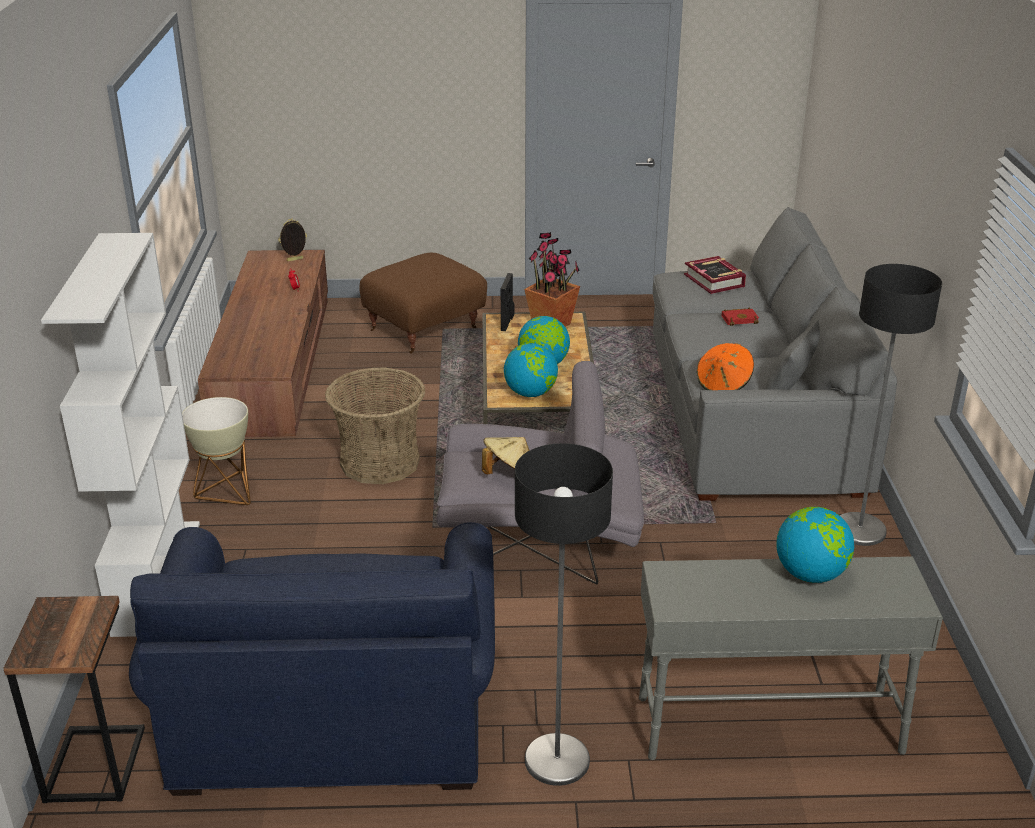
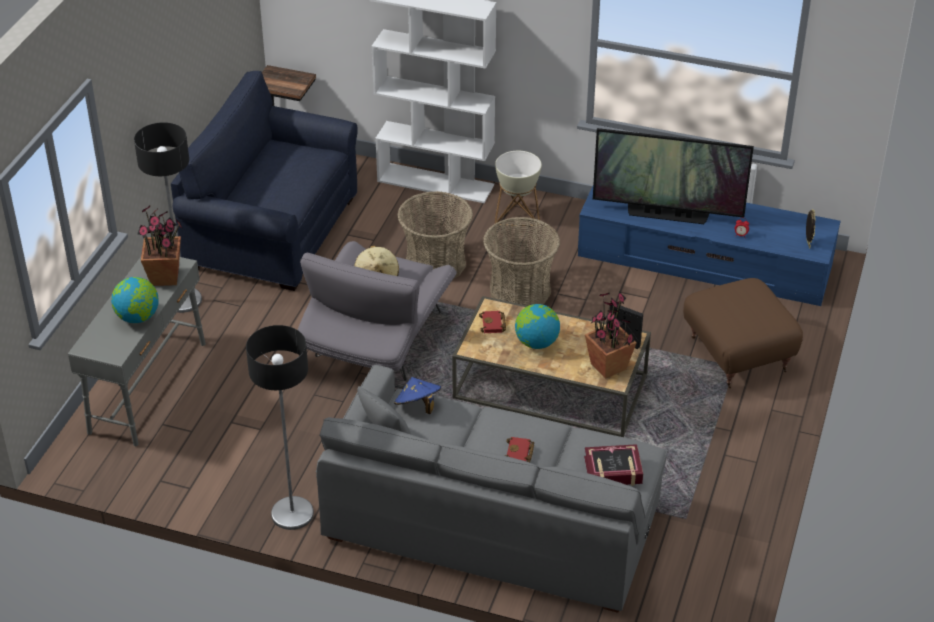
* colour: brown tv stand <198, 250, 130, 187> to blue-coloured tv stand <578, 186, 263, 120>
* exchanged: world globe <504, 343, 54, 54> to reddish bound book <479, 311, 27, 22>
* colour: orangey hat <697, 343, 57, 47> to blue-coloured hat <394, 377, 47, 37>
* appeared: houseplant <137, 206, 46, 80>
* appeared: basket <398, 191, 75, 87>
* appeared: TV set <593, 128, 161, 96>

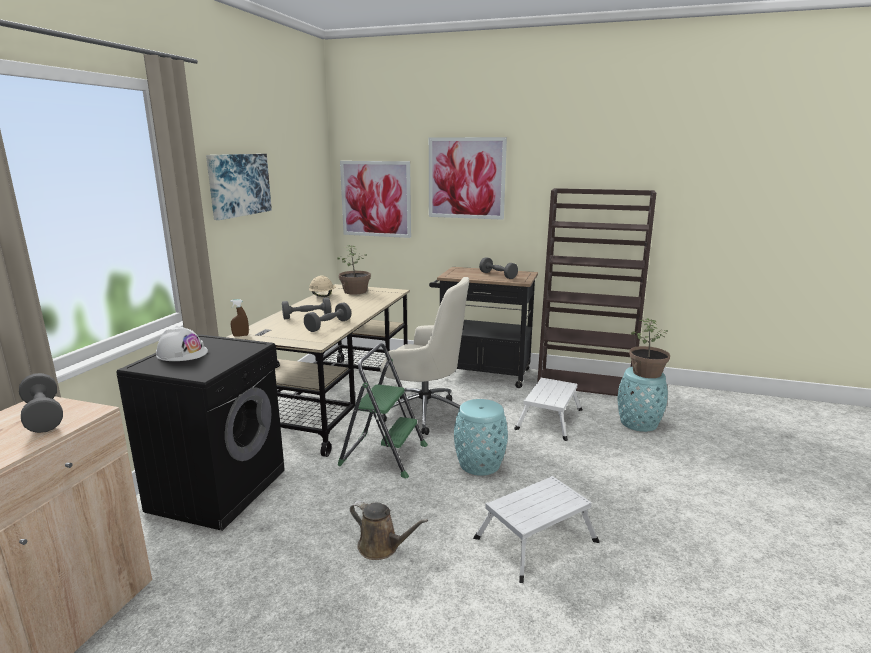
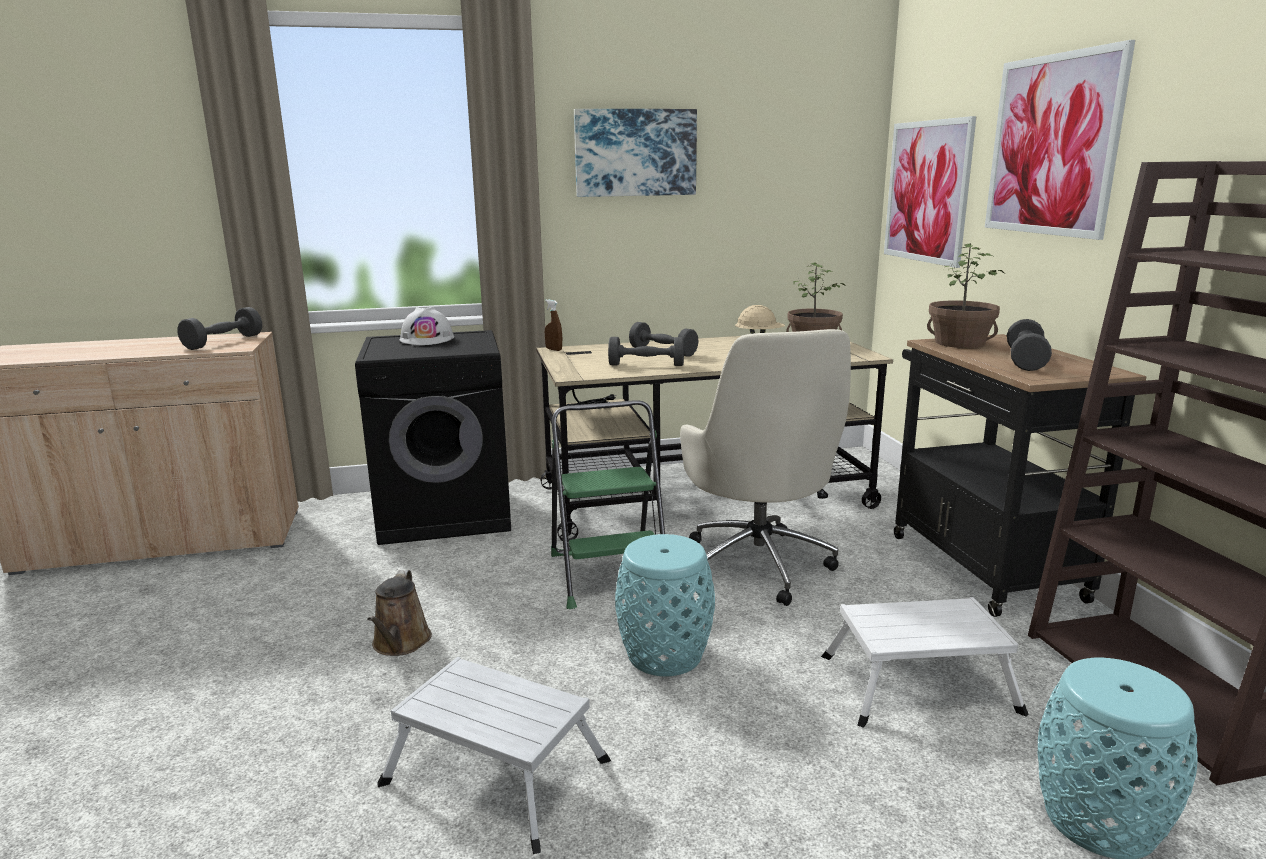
* relocated: houseplant <629, 318, 41, 60> to <927, 243, 77, 105>

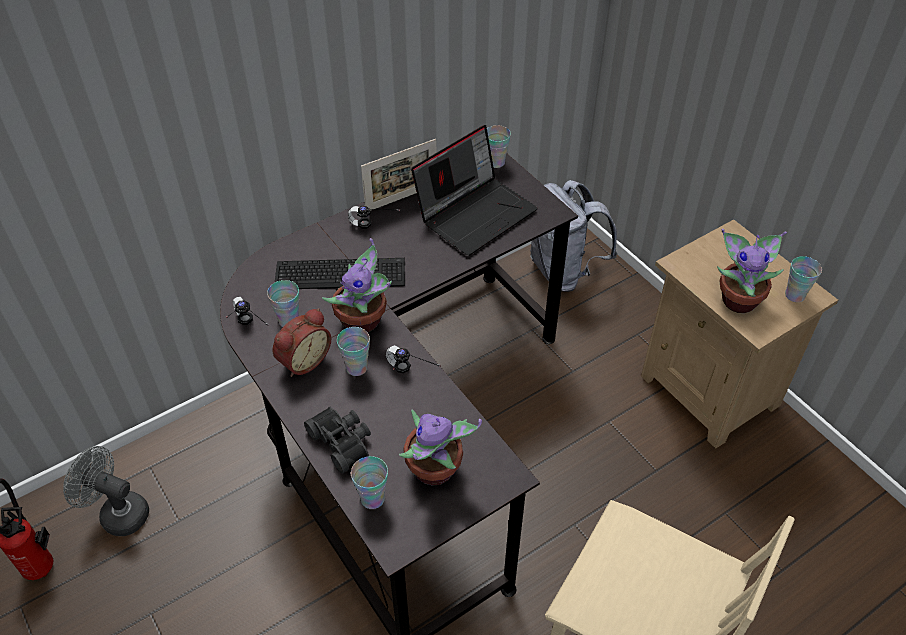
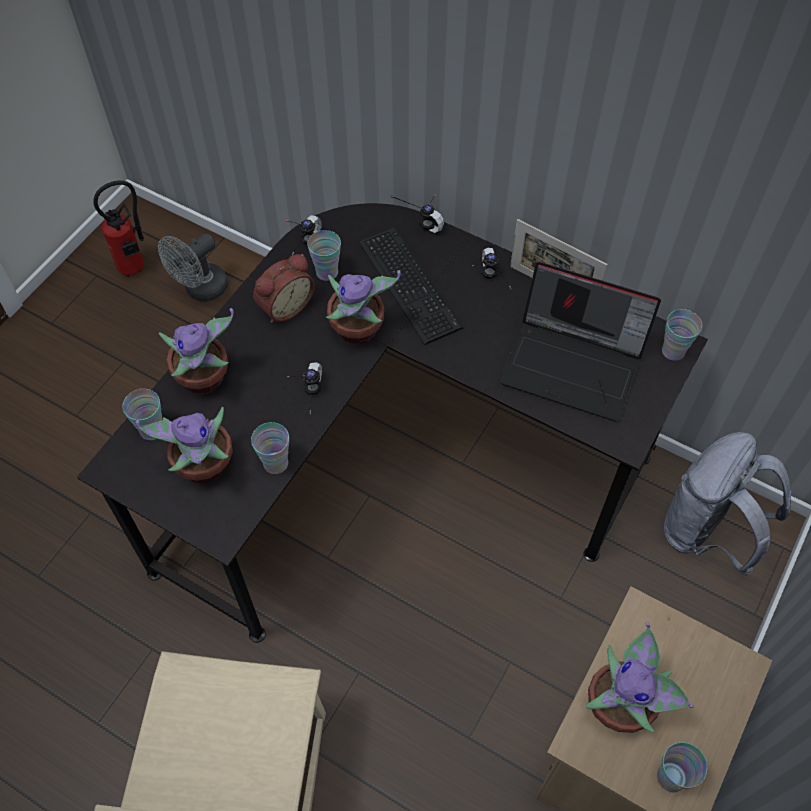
* spun: greyish electric fan <63, 446, 86, 90> = <158, 233, 70, 69> 135 degrees counterclockwise
* spun: table clock <273, 308, 58, 69> = <253, 254, 62, 69> 60 degrees counterclockwise
* exchanged: blackish binoculars <304, 407, 67, 66> to houseplant <159, 308, 75, 86>
* relocated: small cup <337, 327, 33, 49> to <251, 422, 38, 52>
* appeared: headphones <390, 194, 54, 39>

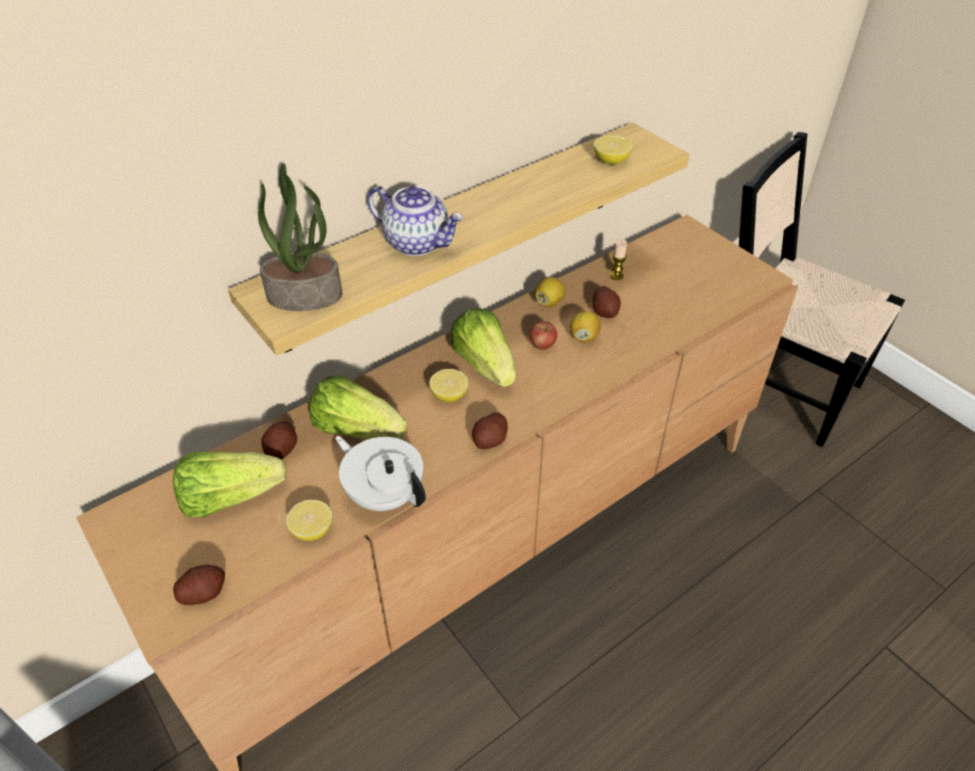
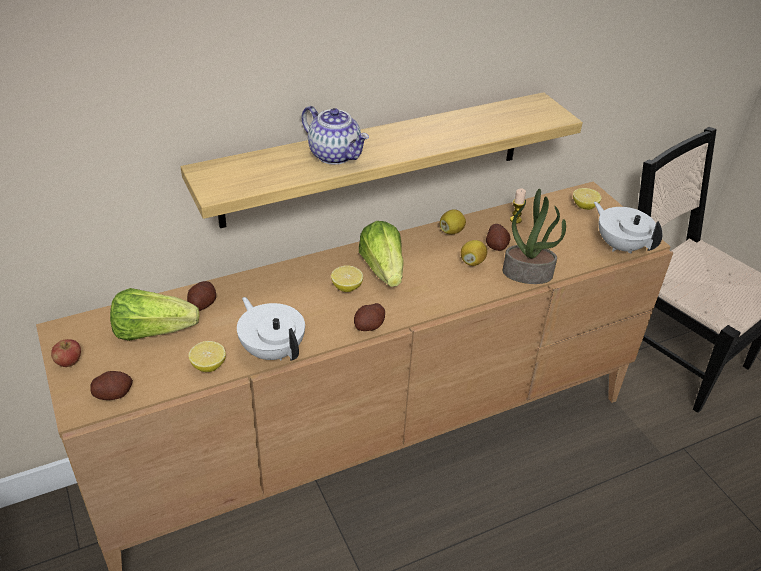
* relocated: houseplant <258, 163, 84, 148> to <502, 189, 64, 95>
* missing: lettuce head <309, 375, 98, 64>
* relocated: apple <530, 322, 27, 28> to <51, 339, 30, 28>
* relocated: whole lemon <594, 135, 38, 30> to <573, 188, 29, 22>
* appeared: whitish teapot <594, 202, 68, 52>

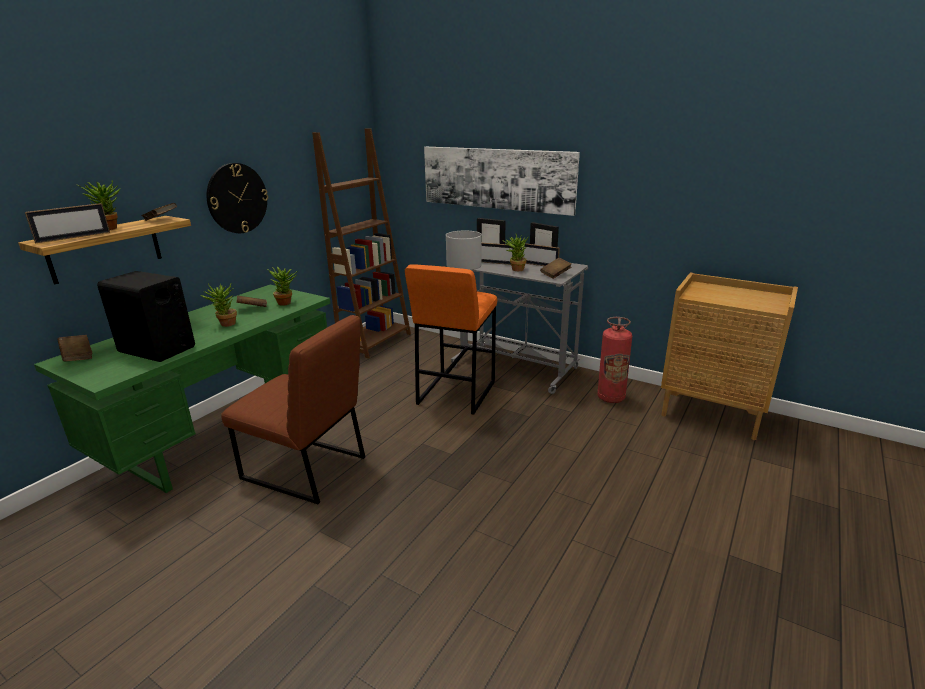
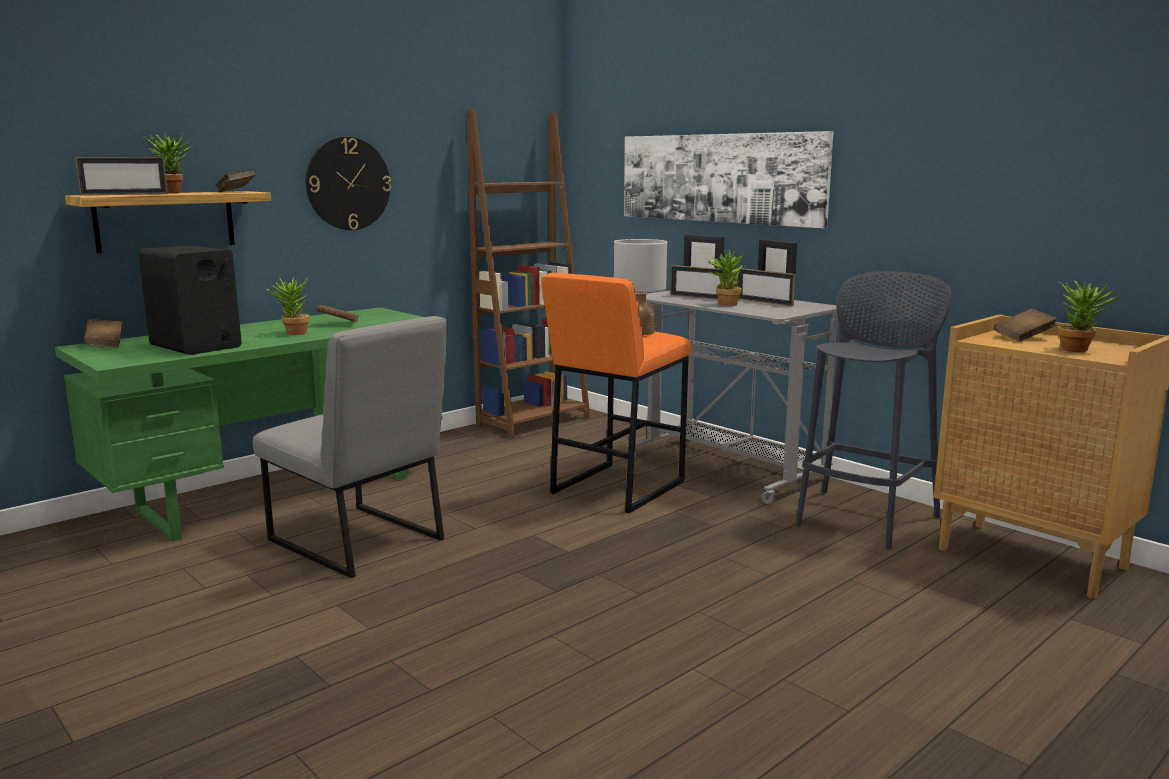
* colour: brown chair <221, 315, 144, 189> to greyish chair <253, 316, 194, 262>
* relocated: houseplant <268, 267, 31, 39> to <1058, 281, 61, 71>
* relocated: brown bound book <540, 258, 31, 21> to <994, 309, 63, 33>
* exchanged: fire-fighting cylinder <597, 317, 35, 86> to greyish stool seat <795, 271, 156, 279>

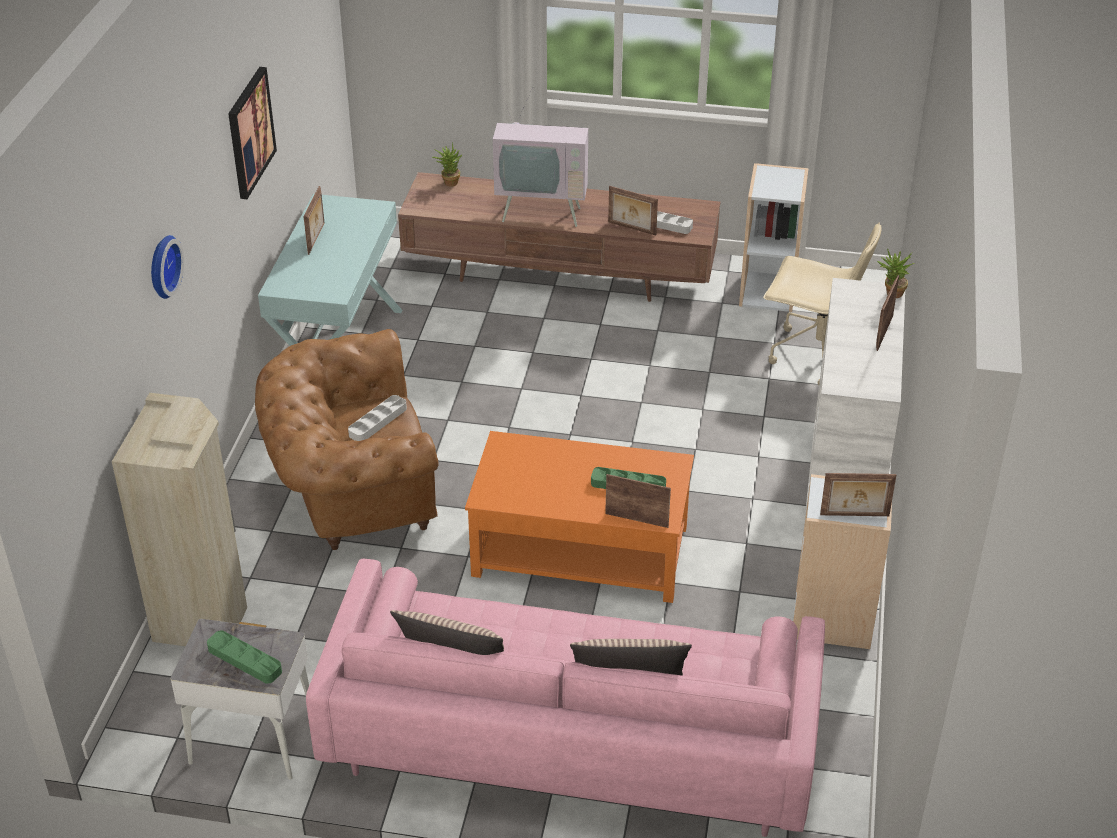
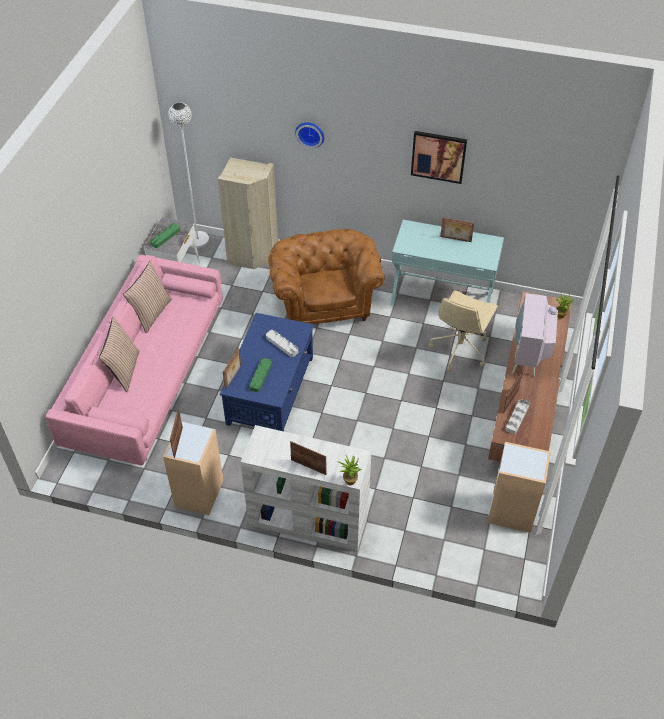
* relocated: greyish carrying tray <348, 395, 59, 46> to <266, 330, 32, 27>
* colour: orangey coffee table <465, 431, 229, 172> to blue-coloured coffee table <220, 313, 94, 118>
* relocated: beige-coloured office chair <763, 223, 118, 162> to <429, 290, 69, 81>
* appeared: whitish standing lamp <168, 102, 41, 146>

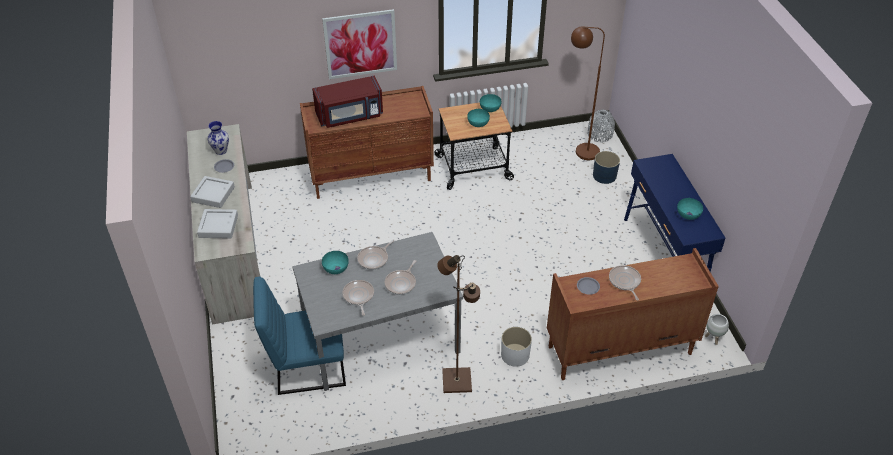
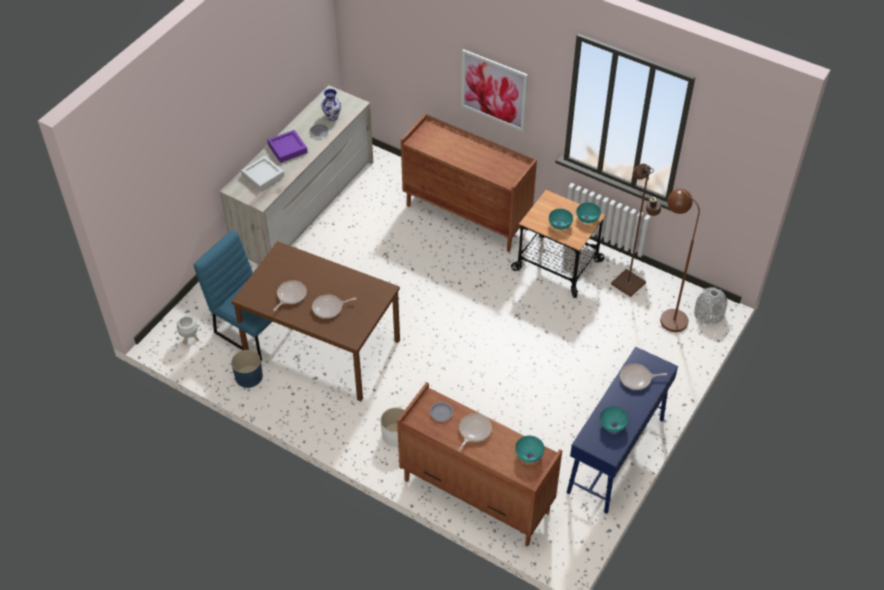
* colour: greyish carrying tray <190, 176, 45, 32> to purple carrying tray <267, 130, 41, 33>
* colour: greyish kitchen table <292, 232, 171, 159> to brown kitchen table <231, 241, 169, 160>
* missing: reddish microwave oven <312, 76, 71, 52>
* relocated: turquoise-coloured serving bowl <322, 251, 27, 23> to <515, 436, 29, 27>
* relocated: frying pan <357, 239, 38, 31> to <620, 364, 47, 26>
* relocated: brown standing lamp <437, 255, 43, 138> to <611, 164, 50, 133>
* relocated: blue-coloured planter <593, 151, 27, 33> to <231, 350, 32, 38>
* relocated: whitish planter <705, 314, 24, 31> to <177, 316, 21, 29>

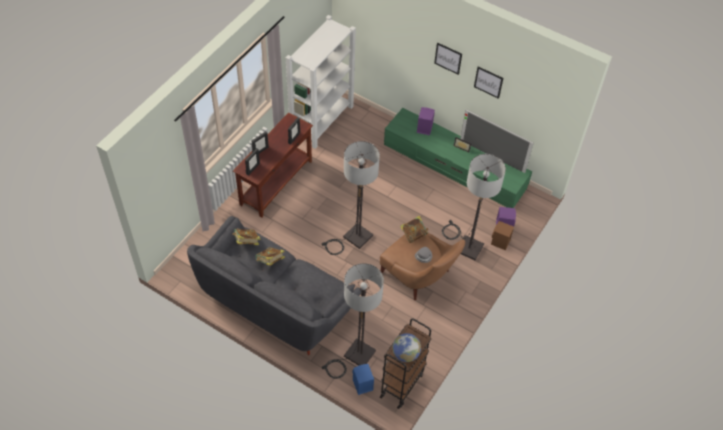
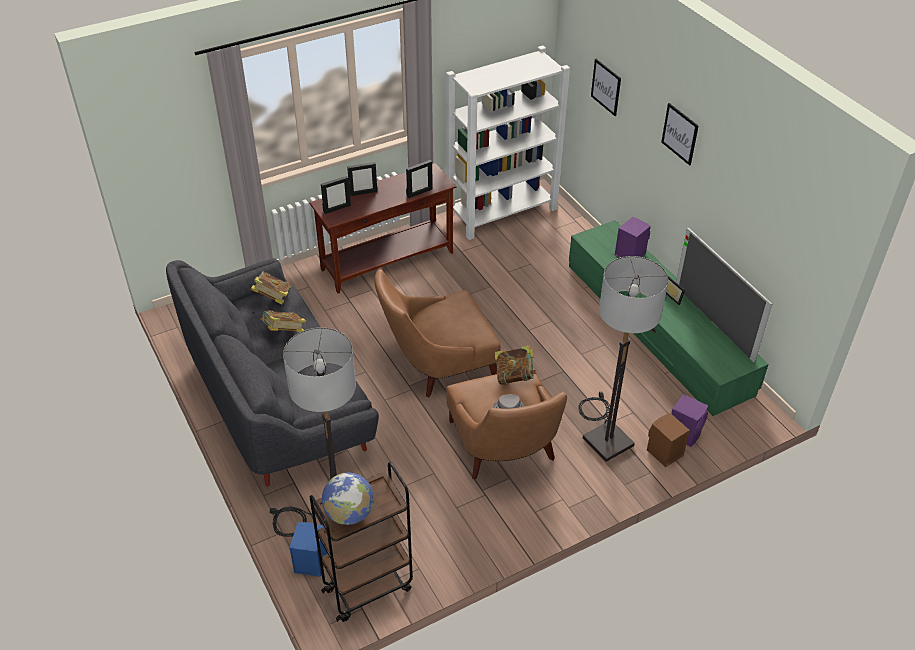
* exchanged: standing lamp <322, 141, 58, 114> to brown lounge chair <374, 269, 126, 129>
* relocated: picture <474, 67, 29, 32> to <591, 59, 30, 57>

